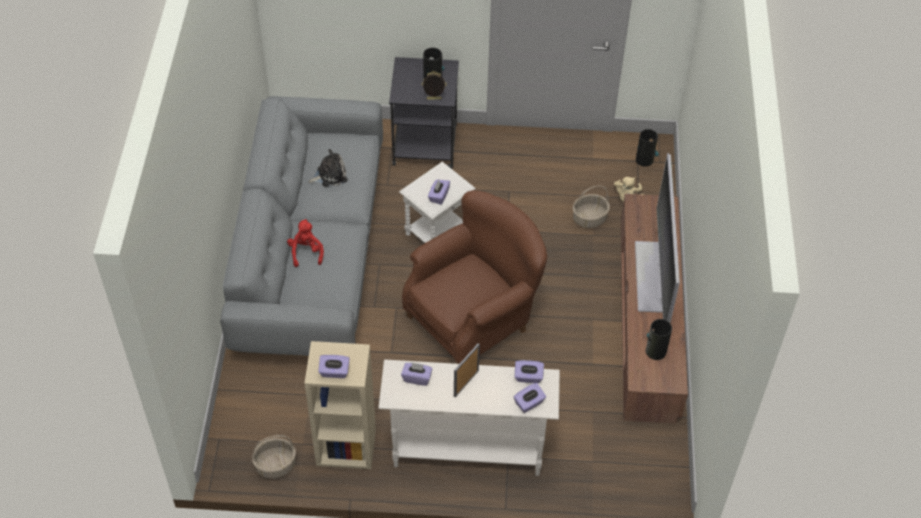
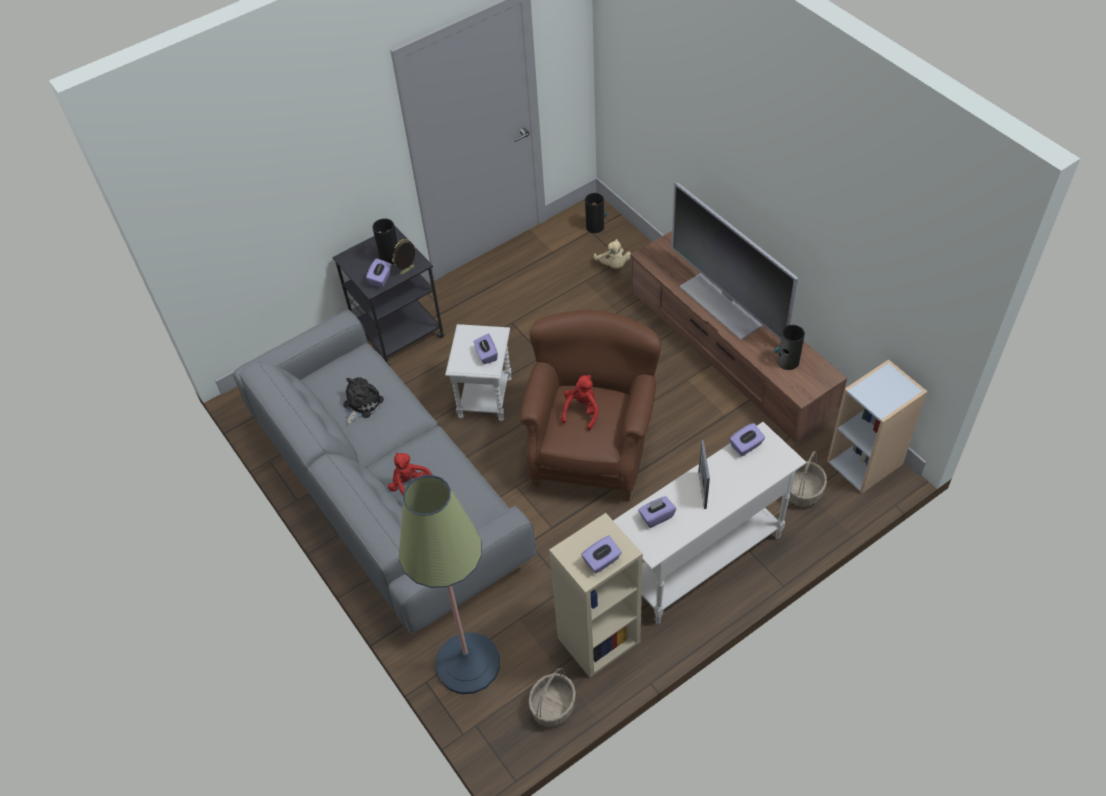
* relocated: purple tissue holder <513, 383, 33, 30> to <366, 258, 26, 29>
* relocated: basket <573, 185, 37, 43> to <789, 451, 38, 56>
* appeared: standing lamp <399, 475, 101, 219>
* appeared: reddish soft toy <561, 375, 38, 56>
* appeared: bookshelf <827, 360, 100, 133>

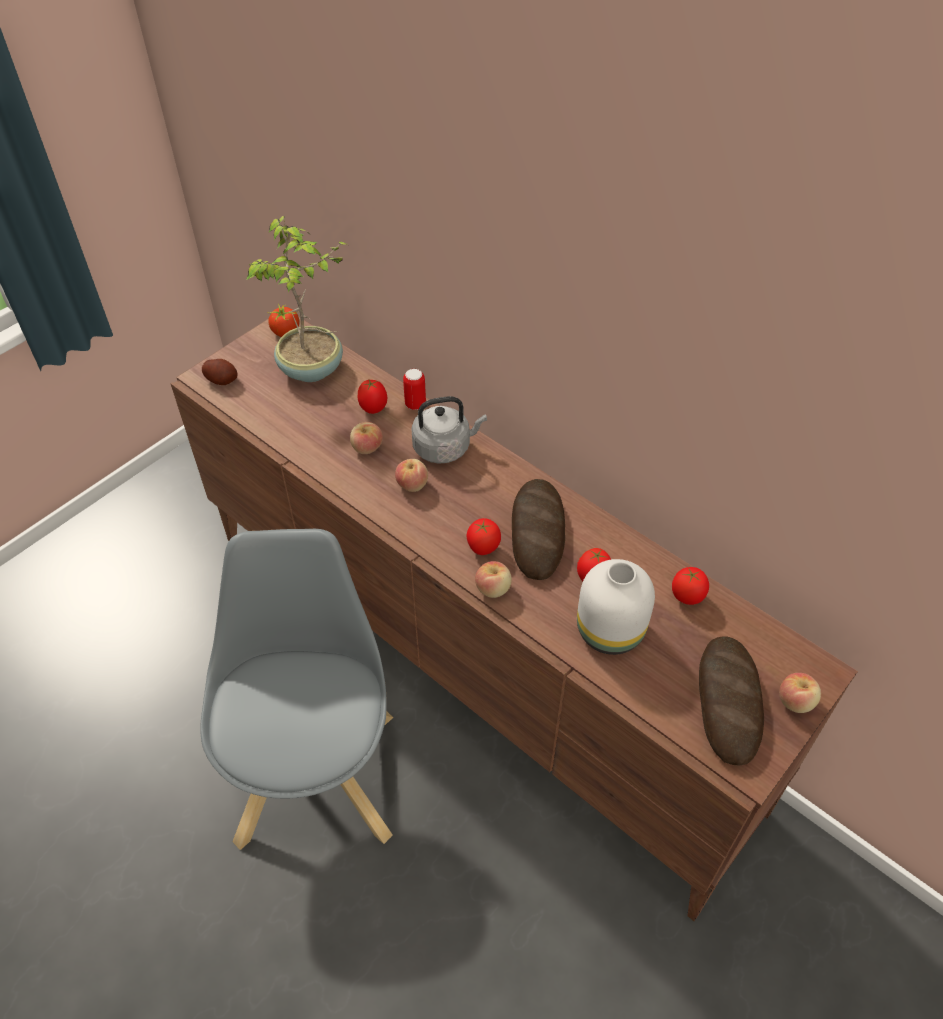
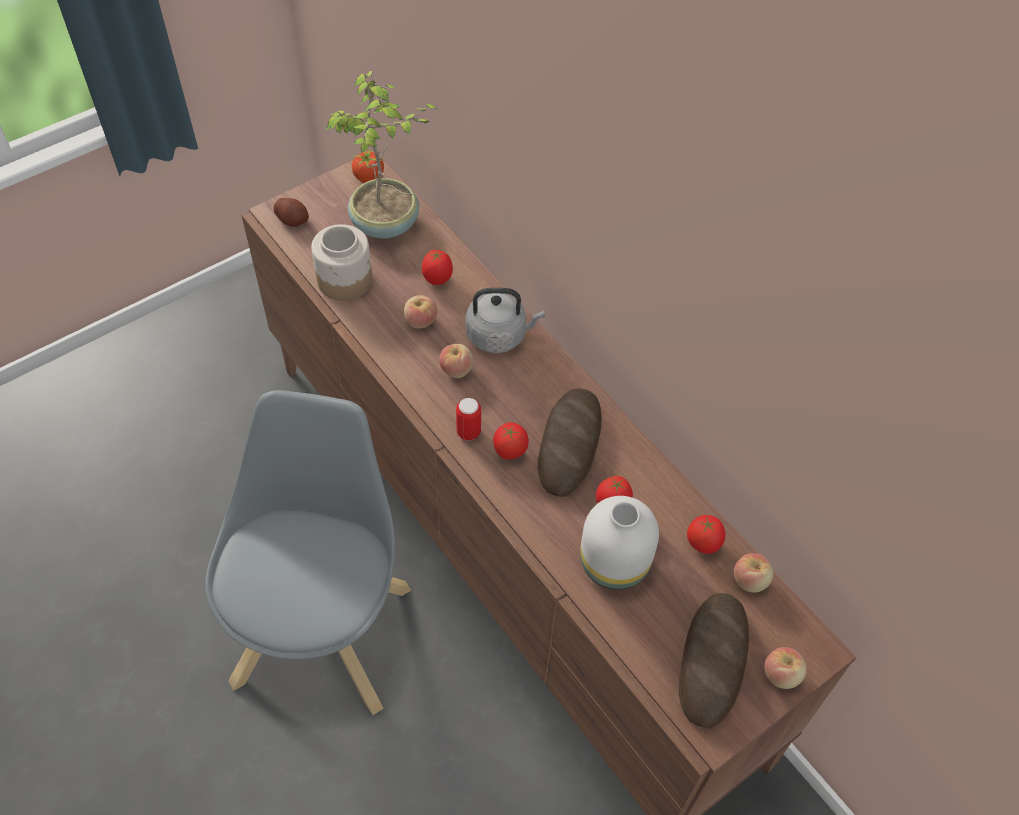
* relocated: sealed can <403, 369, 23, 41> to <456, 398, 25, 43>
* relocated: apple <475, 561, 37, 37> to <734, 553, 39, 40>
* appeared: jar <311, 224, 61, 77>

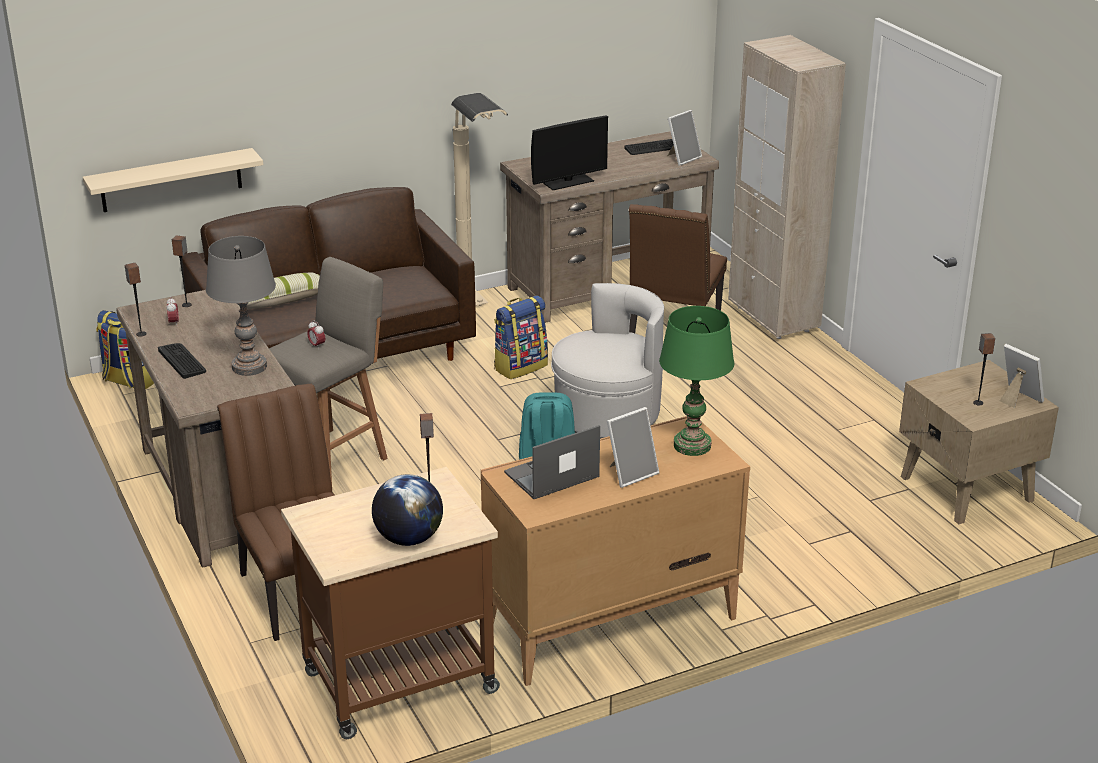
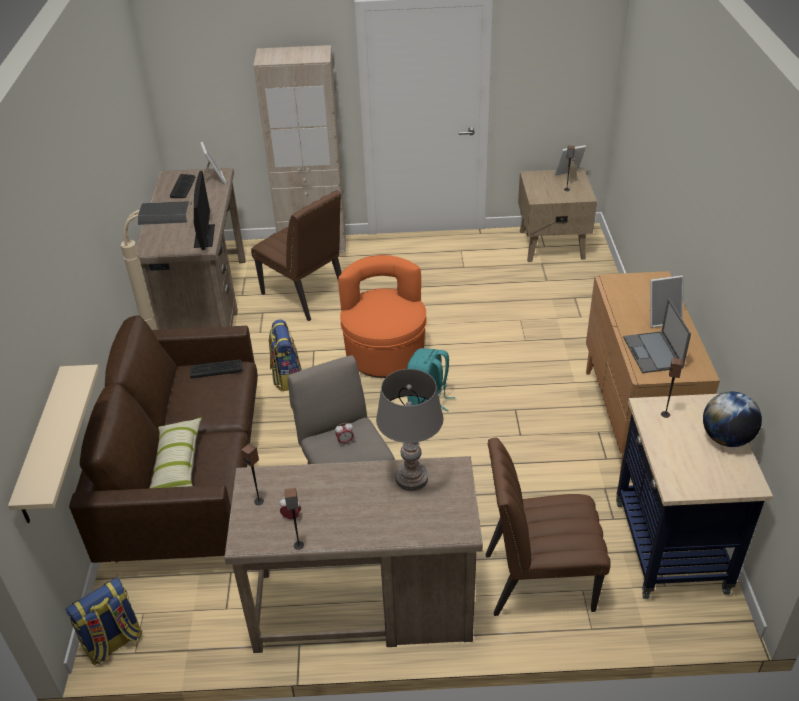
* relocated: PC keyboard <158, 343, 48, 36> to <190, 360, 52, 18>
* colour: brown wheeled cart <281, 467, 219, 272> to blue-coloured wheeled cart <616, 394, 157, 205>
* colour: whitish lounge chair <551, 283, 113, 156> to orangey lounge chair <338, 255, 89, 123>
* spun: picture frame <607, 407, 53, 81> = <649, 275, 34, 53> 90 degrees clockwise
* missing: greenish lamp for a table <659, 306, 75, 150>

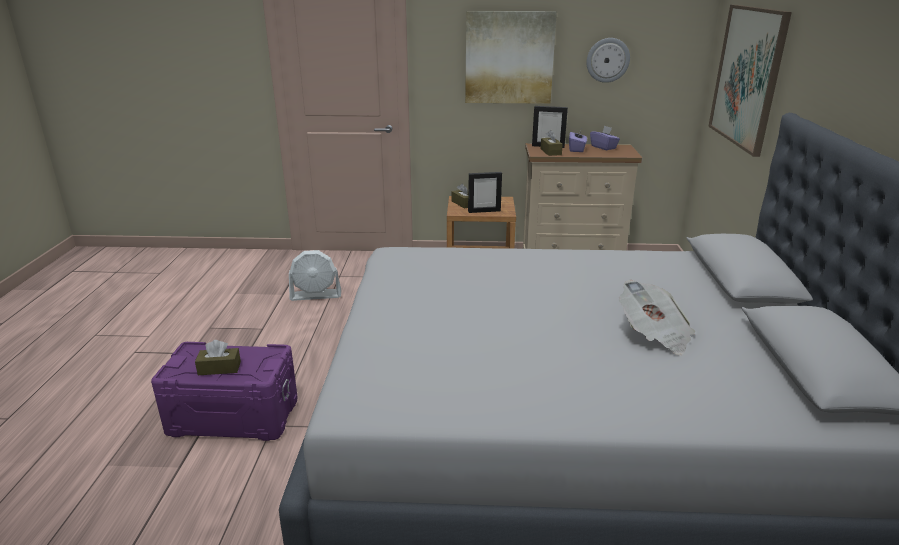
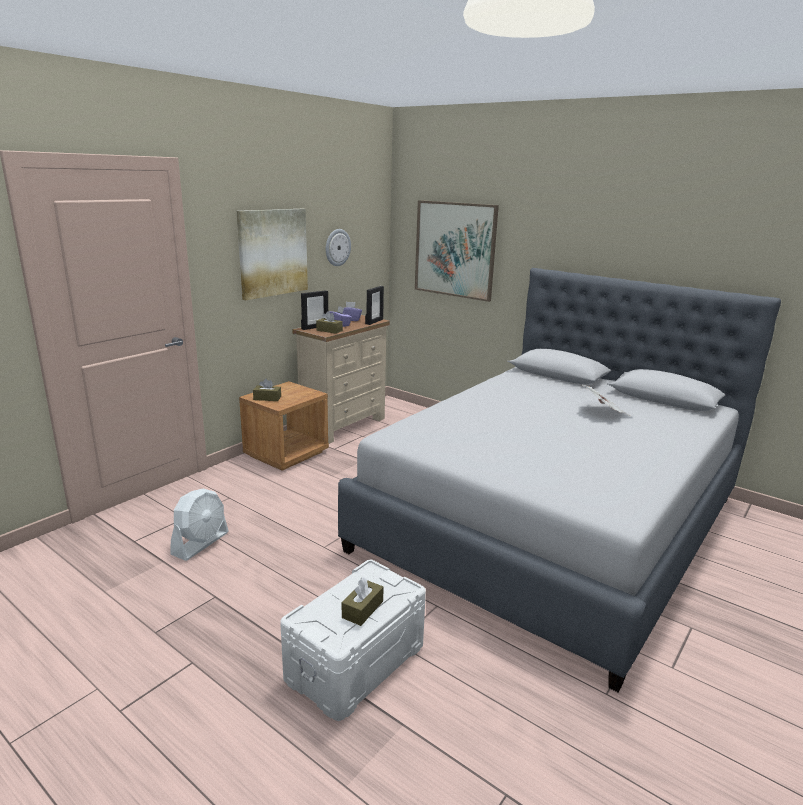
* colour: purple storage container <151, 342, 147, 99> to whitish storage container <280, 560, 146, 161>
* relocated: picture frame <468, 172, 34, 41> to <365, 286, 19, 39>

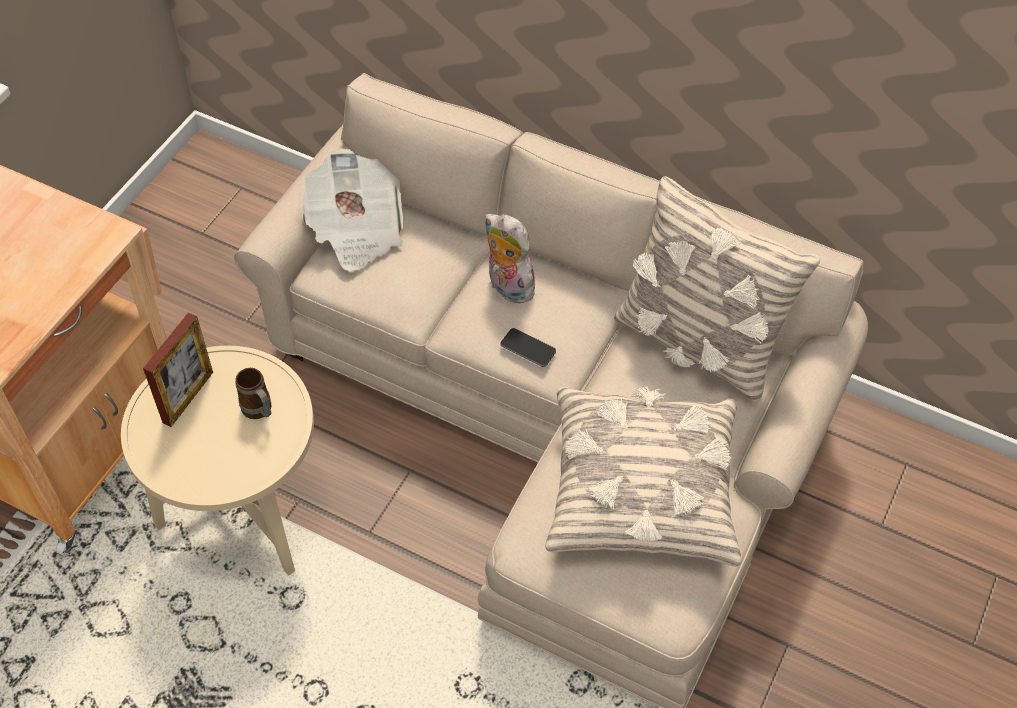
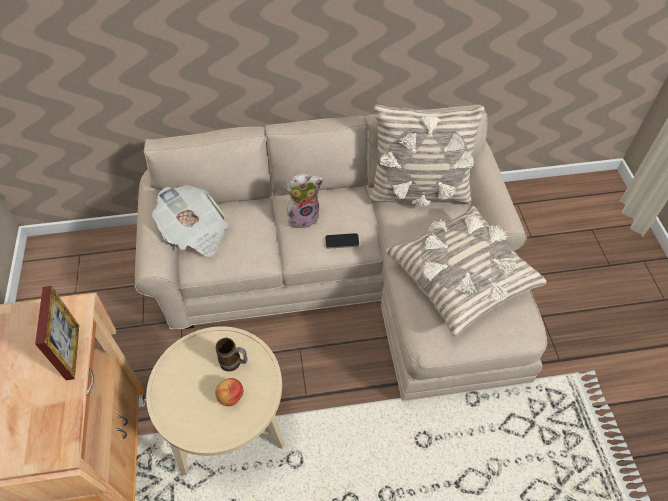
* relocated: picture frame <143, 313, 70, 114> to <35, 286, 44, 94>
* spun: soft toy <485, 214, 50, 90> = <287, 173, 37, 55> 150 degrees clockwise
* appeared: apple <215, 378, 28, 28>

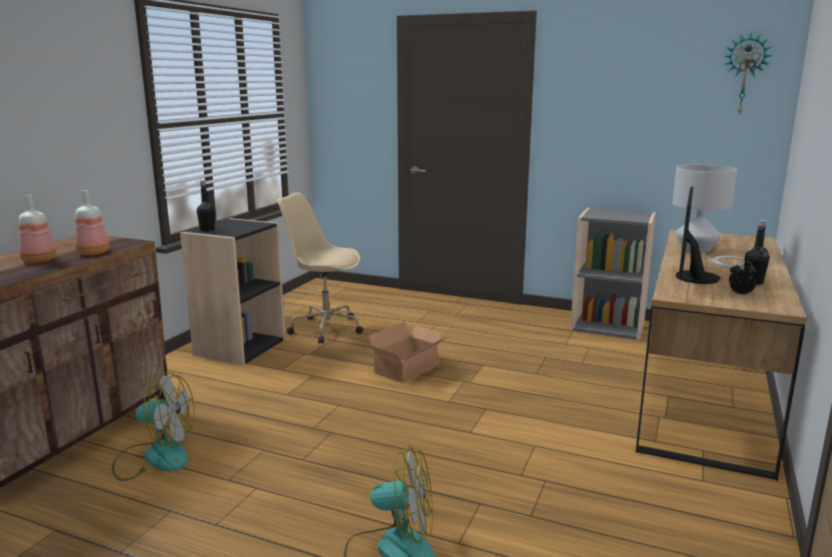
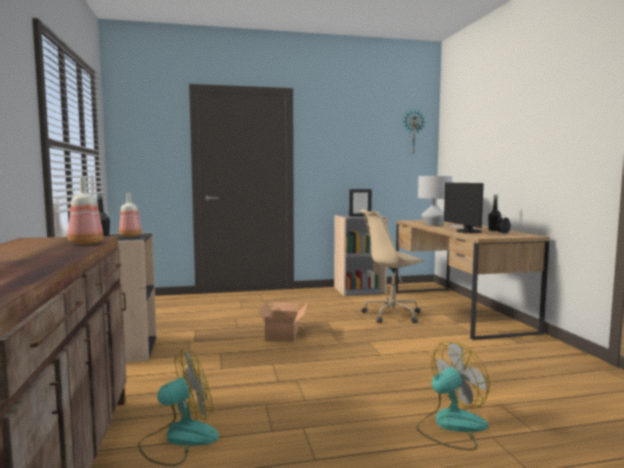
* relocated: beverage bottle <19, 195, 37, 68> to <119, 193, 23, 44>
* relocated: beige-coloured office chair <276, 193, 88, 151> to <360, 209, 64, 114>
* appeared: picture frame <349, 189, 23, 28>

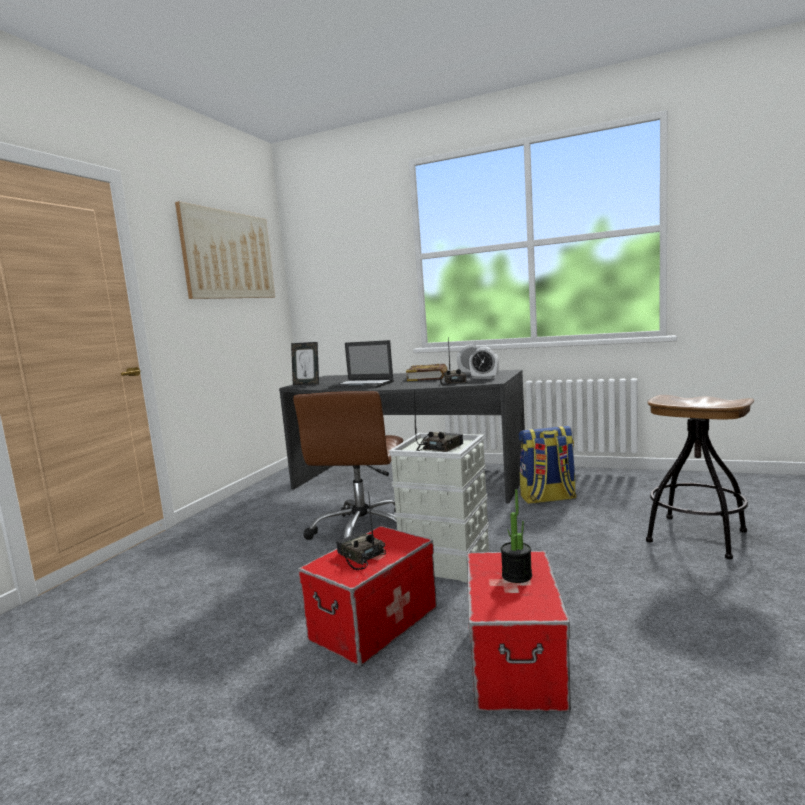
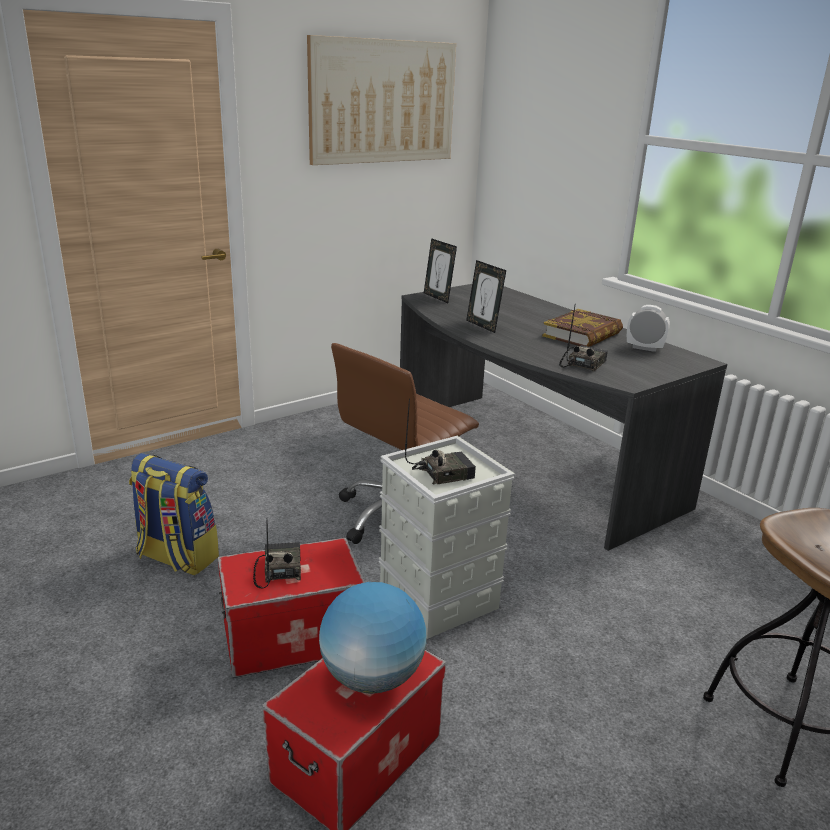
* exchanged: notebook computer <328, 340, 66, 49> to picture frame <466, 260, 40, 73>
* missing: table clock <469, 347, 30, 32>
* exchanged: houseplant <501, 489, 31, 94> to world globe <319, 582, 107, 112>
* relocated: rucksack <519, 426, 58, 78> to <129, 453, 90, 122>

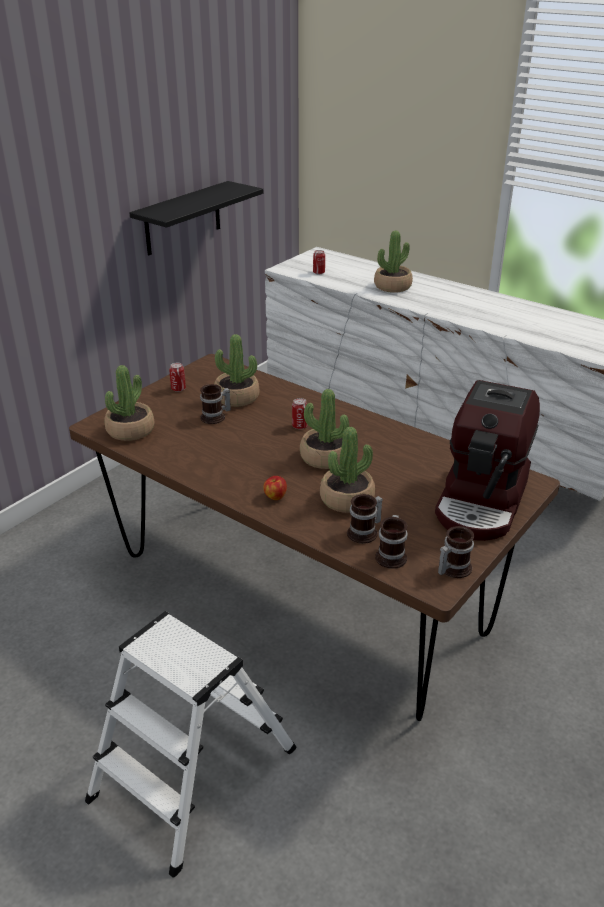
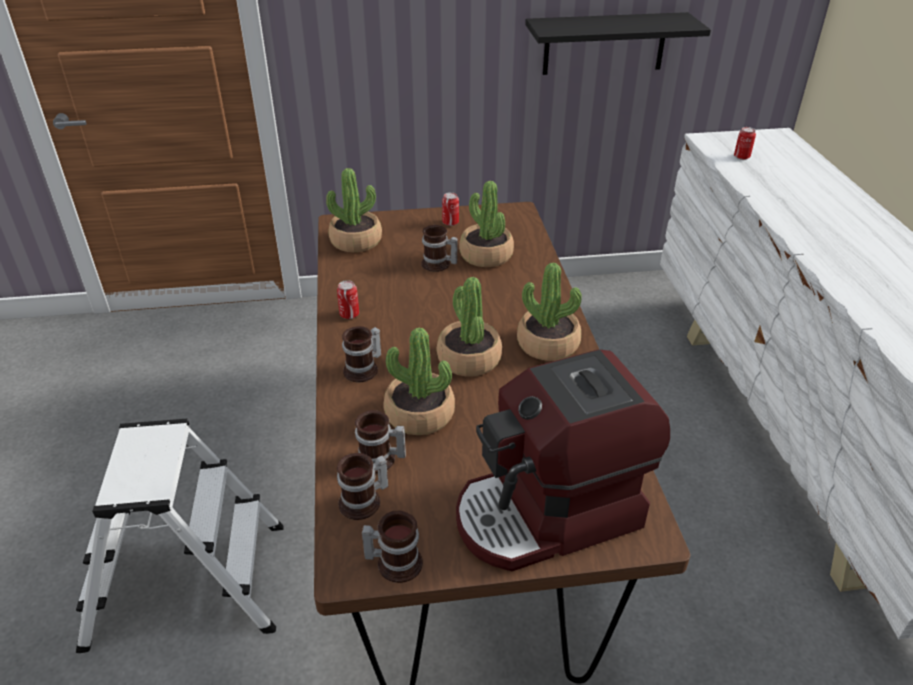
* exchanged: apple <263, 476, 24, 24> to tea mug <342, 326, 39, 56>
* relocated: sealed can <292, 398, 16, 31> to <337, 280, 22, 39>
* relocated: houseplant <374, 230, 39, 63> to <517, 263, 65, 98>

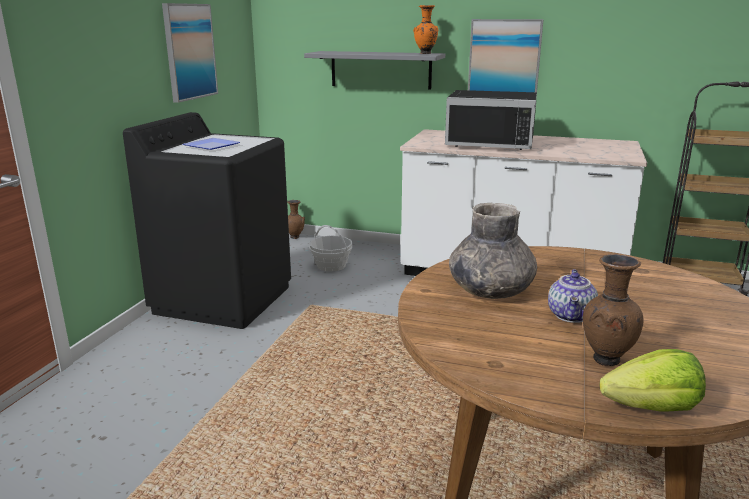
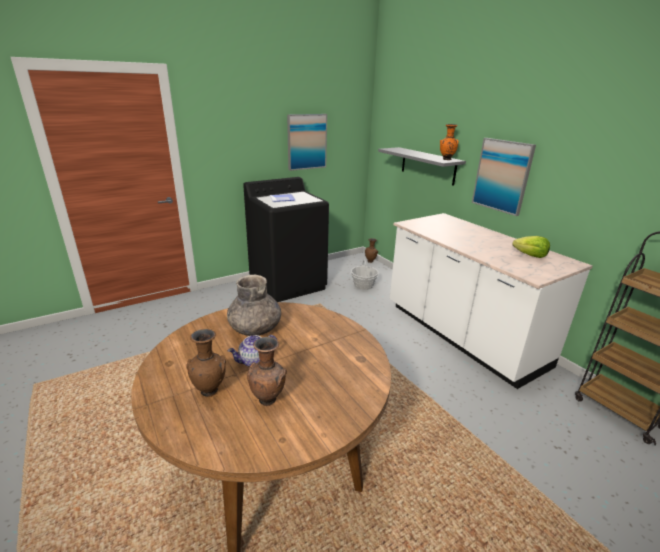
* missing: blackish microwave oven <445, 90, 92, 60>
* relocated: lettuce head <600, 349, 106, 63> to <512, 236, 38, 22>
* appeared: brown vase <247, 337, 40, 70>

